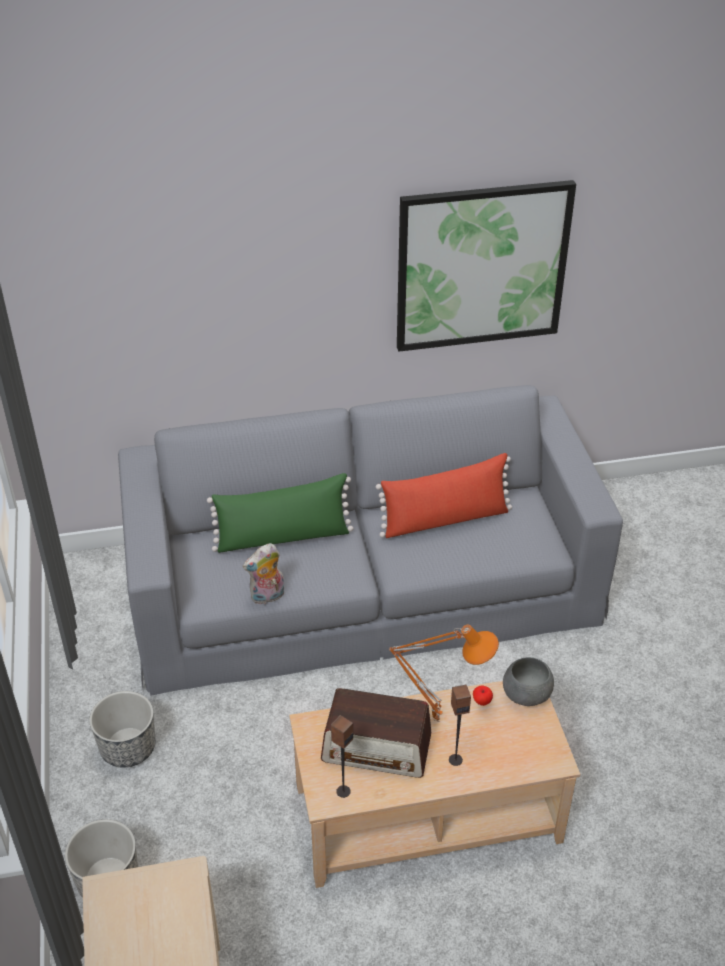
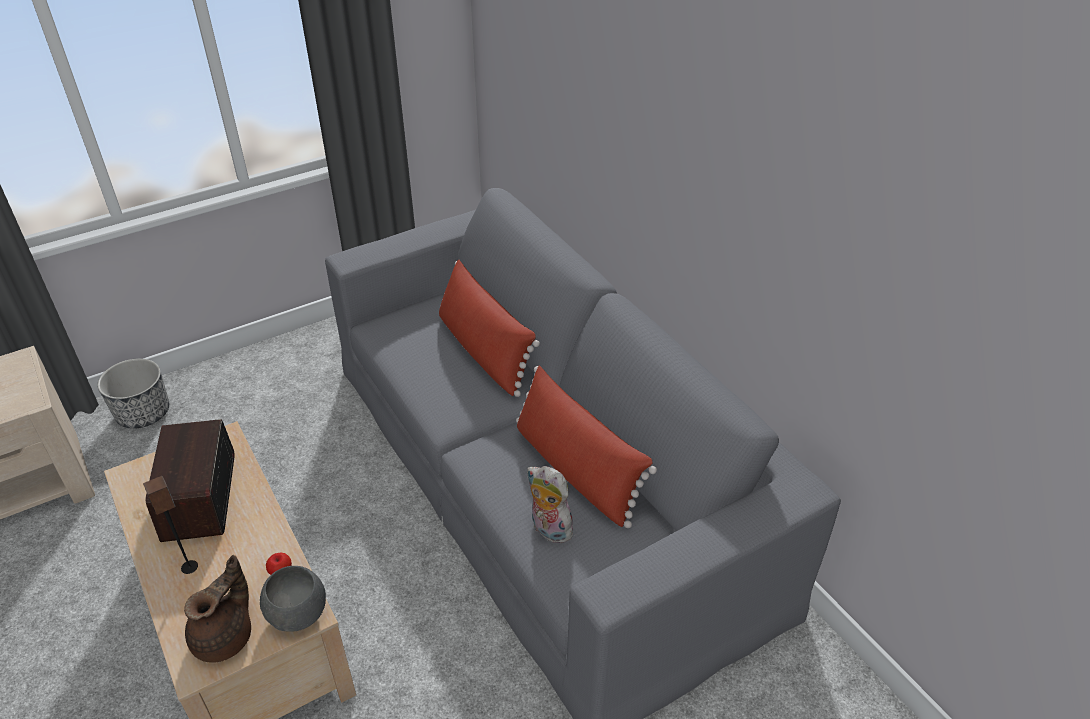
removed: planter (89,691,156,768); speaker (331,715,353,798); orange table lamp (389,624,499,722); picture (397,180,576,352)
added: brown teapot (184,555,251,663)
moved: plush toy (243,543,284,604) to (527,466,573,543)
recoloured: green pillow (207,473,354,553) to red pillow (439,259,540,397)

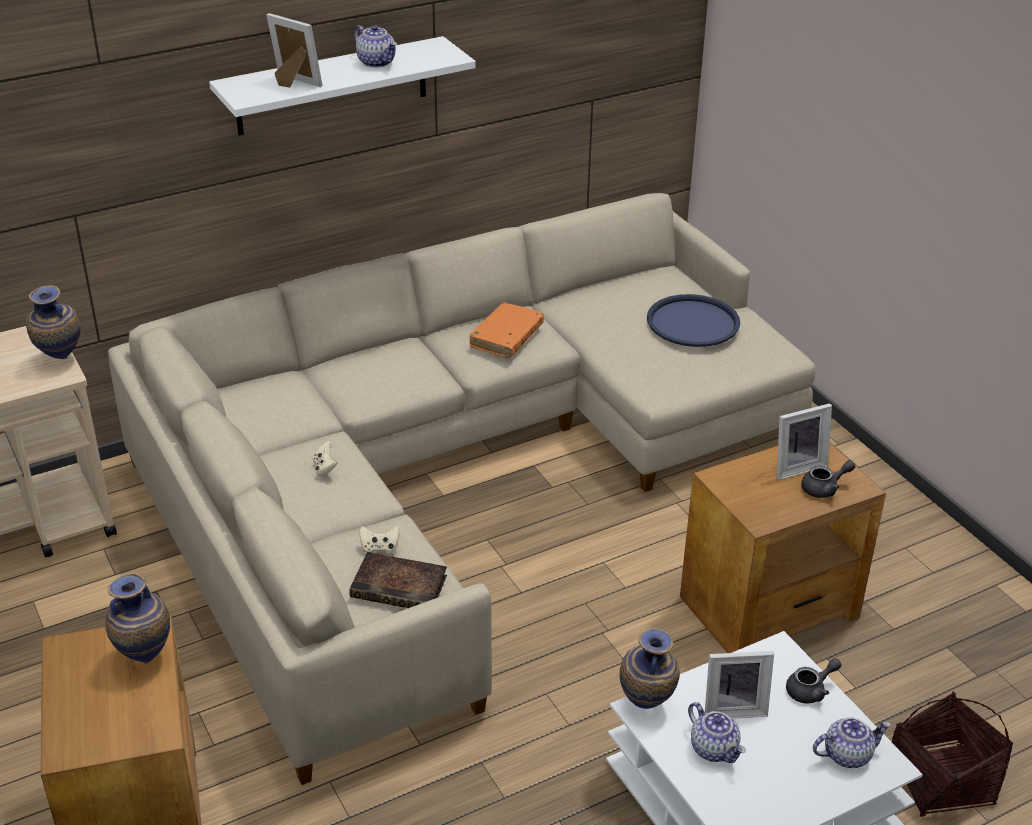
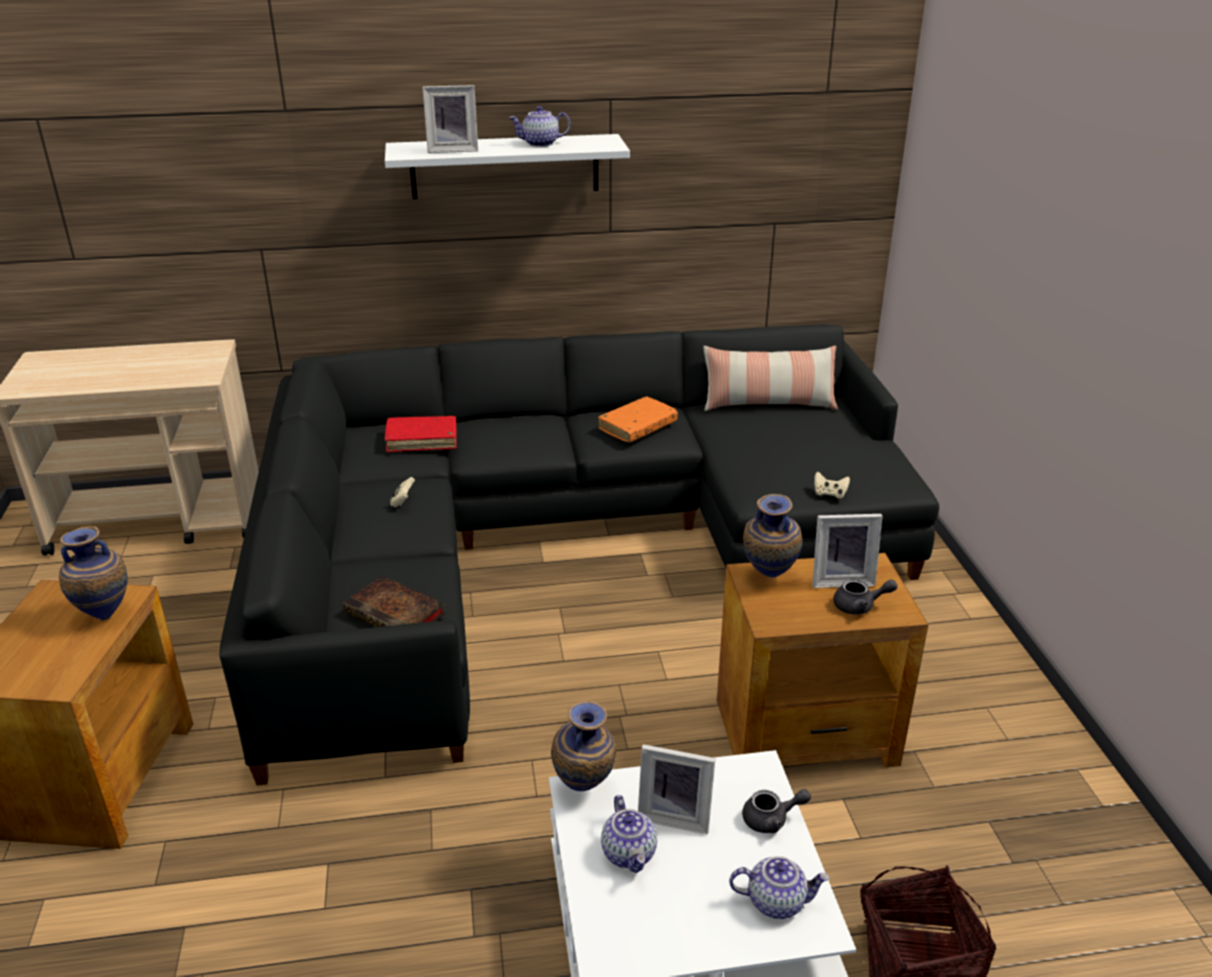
removed: blue tray (647,294,740,347)
added: red book (385,416,457,452); pillow (703,345,837,411)
moved: vase (26,285,81,359) to (743,494,803,578); beige game controller (359,526,400,553) to (814,472,850,499)
recoloured: beige sofa (108,193,816,785) to black sofa (220,324,939,786)
turned: picture frame (266,13,322,88) = (422,85,478,153) 120 degrees clockwise; teapot (354,25,397,68) = (509,106,571,147) 105 degrees clockwise

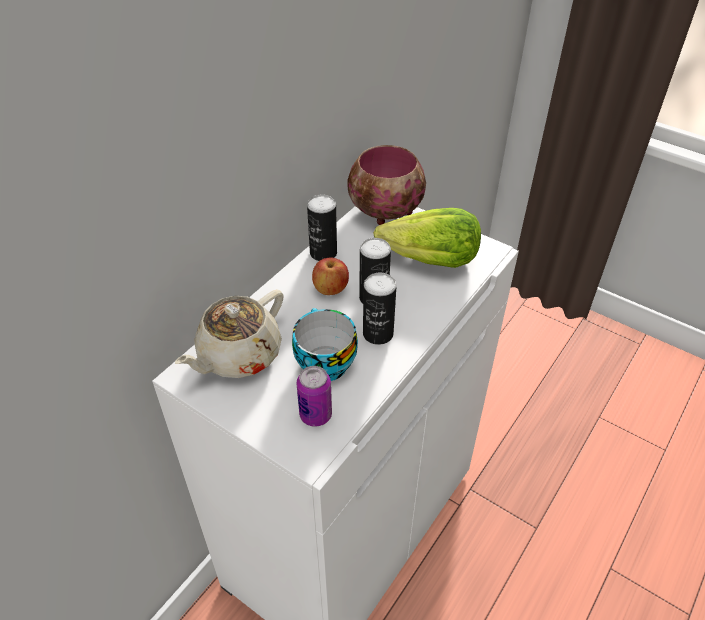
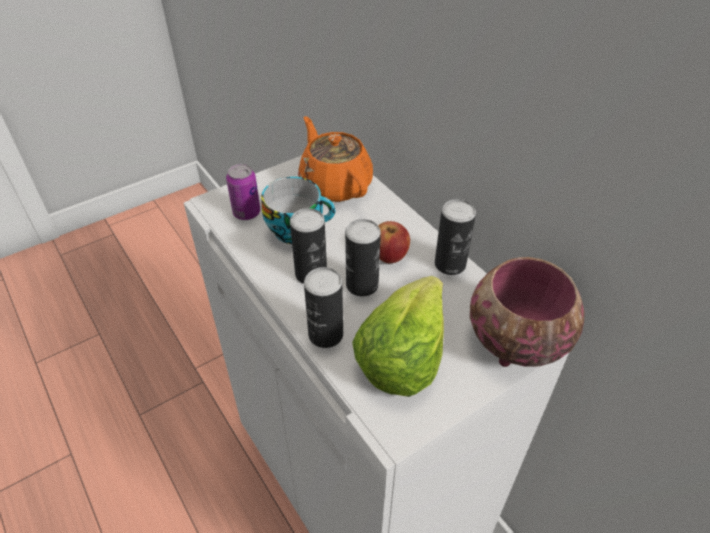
added: can (304,267,343,348)
recoloured: beige teapot (175,289,284,378) to orange teapot (298,116,373,202)

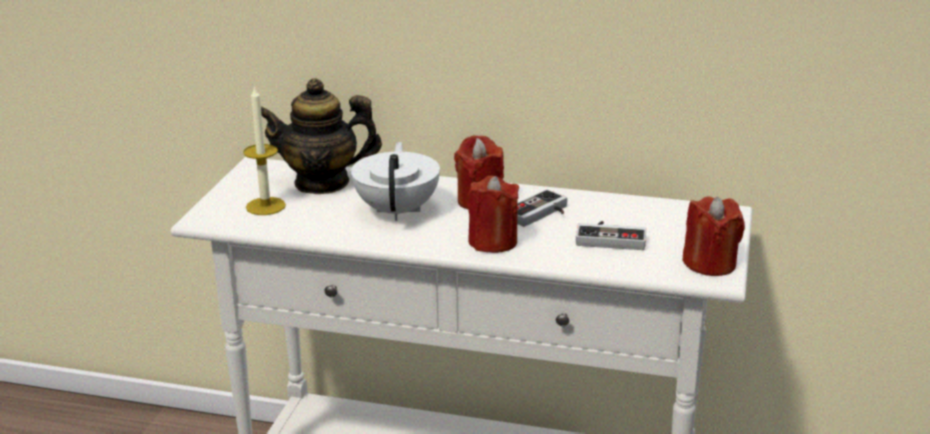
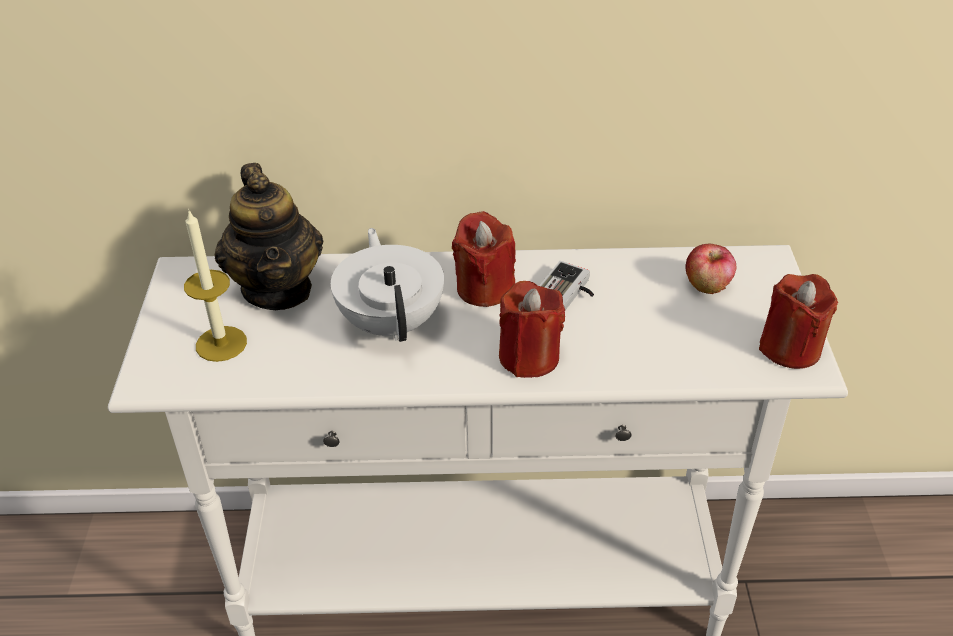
removed: game controller (576,221,646,250)
added: apple (685,244,737,294)
turned: teapot (261,78,382,194) = (215,163,323,310) 90 degrees counterclockwise

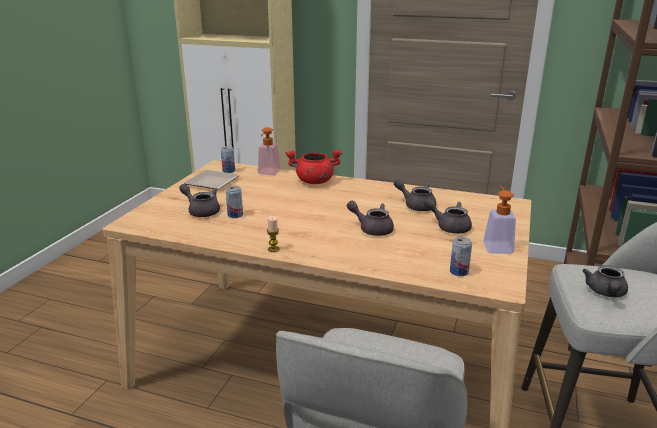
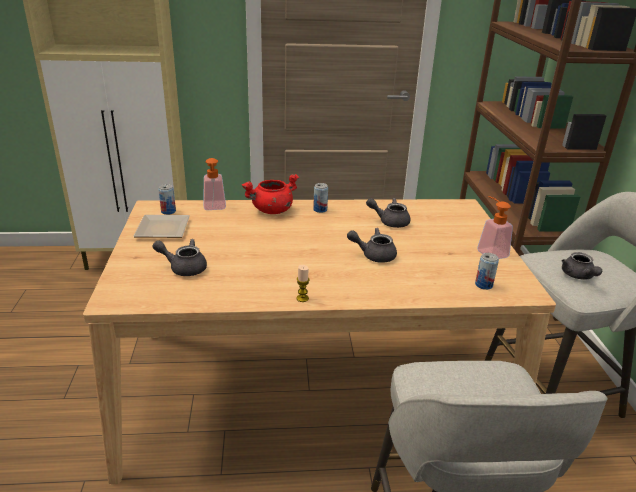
removed: grey teapot (424,198,472,234)
moved: can (226,186,243,218) to (313,183,328,213)

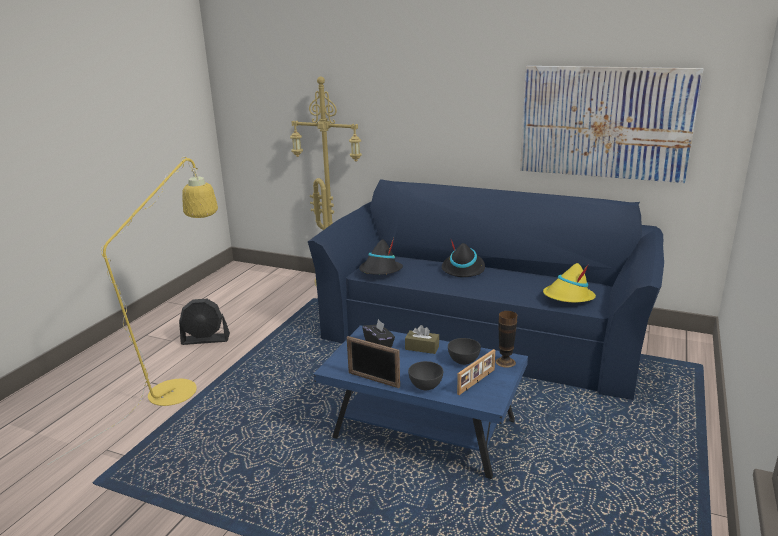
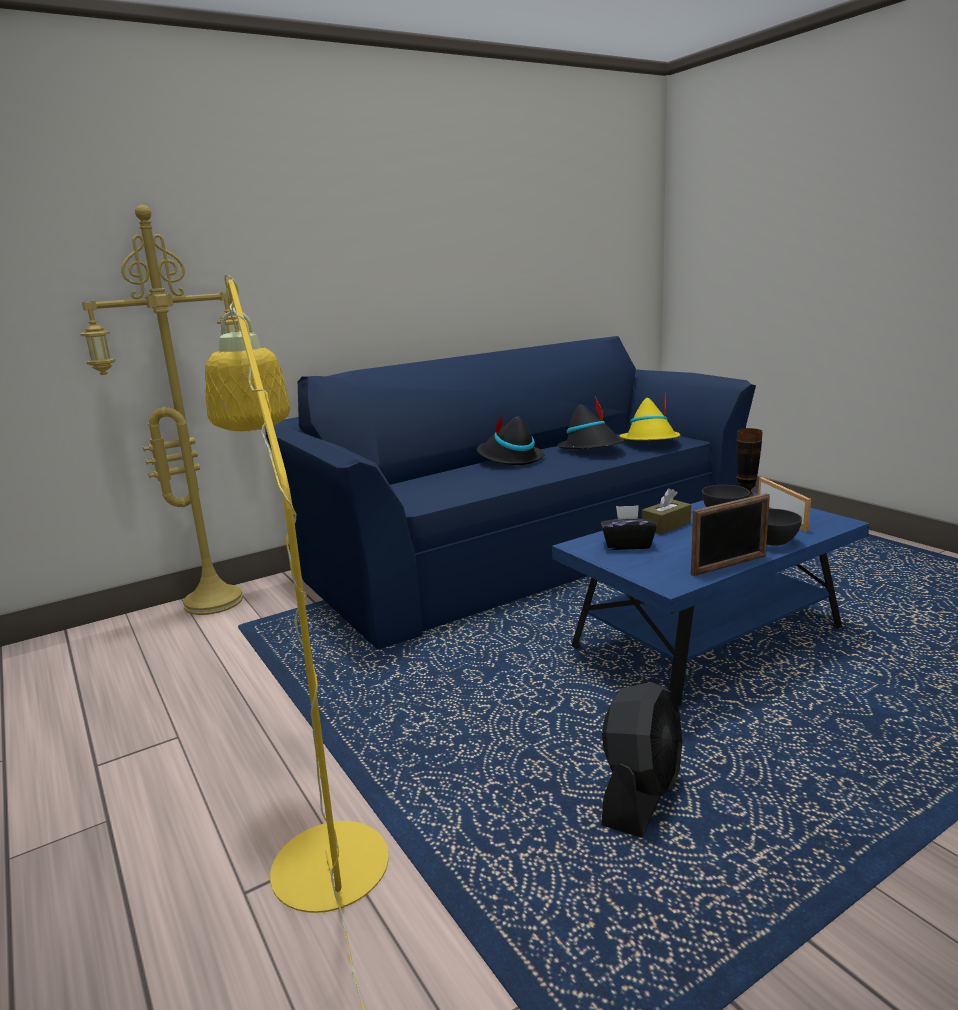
removed: picture (520,66,703,183)
moved: black hat (359,238,403,275) to (558,397,624,449); black fan (179,299,230,345) to (601,682,682,838)

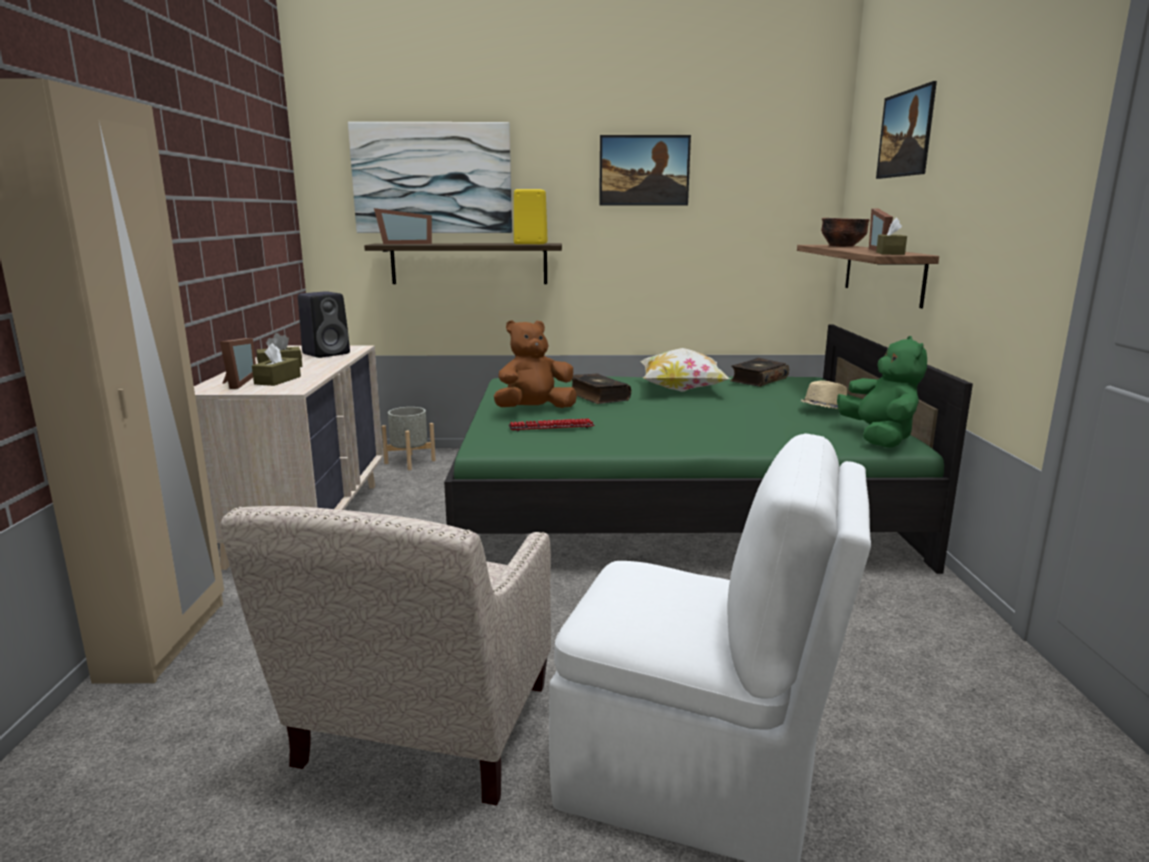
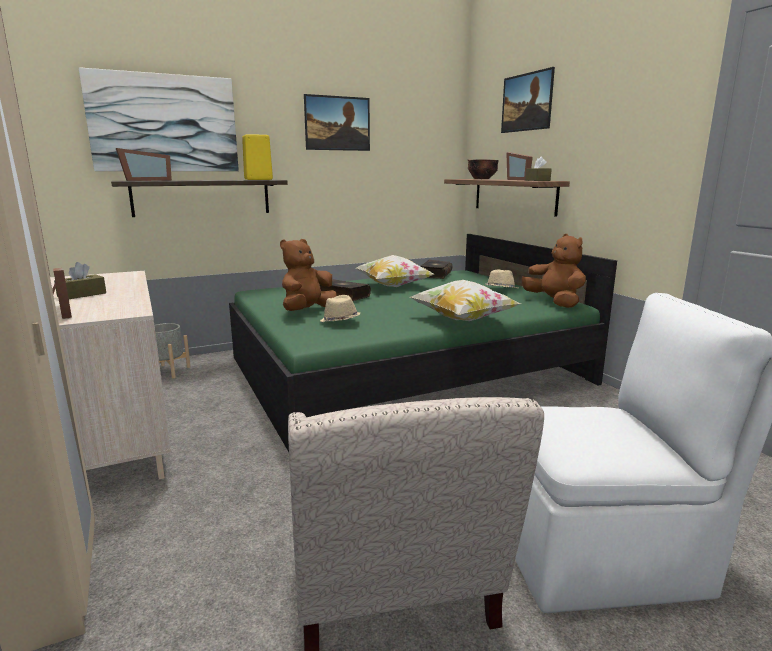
removed: brown tissue box (252,343,301,386); black speaker (298,291,350,358)
added: pillow (410,280,522,321)
replaced: keyboard (509,418,594,432) to beige hat (320,295,360,322)
recoloured: green plush toy (837,336,927,448) to brown plush toy (522,234,586,308)

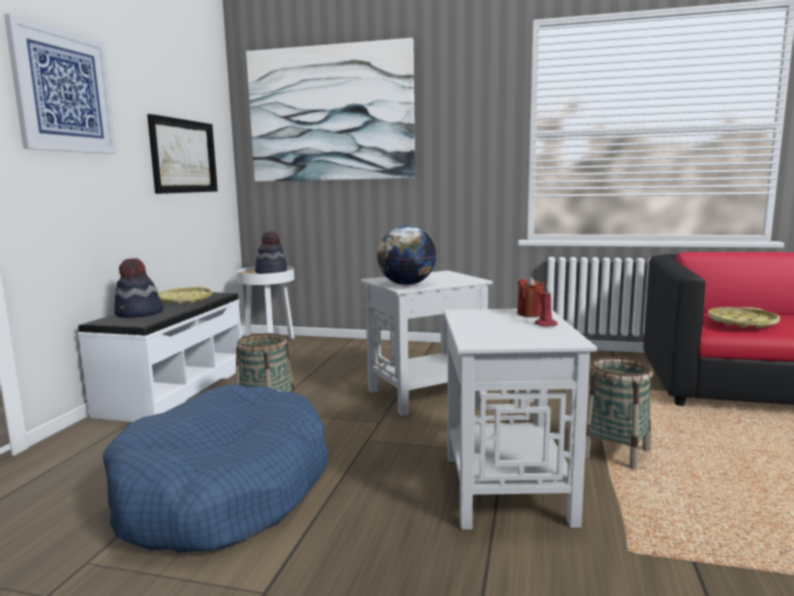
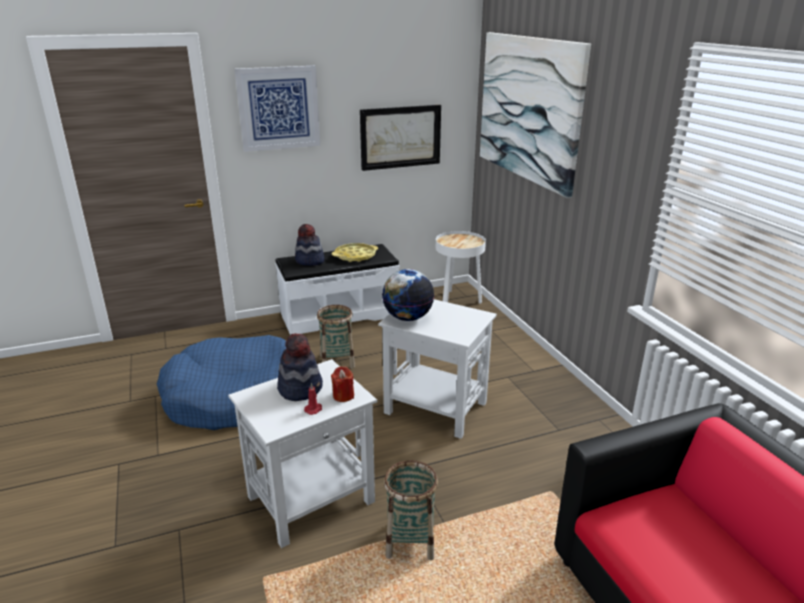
removed: yellow tray (708,307,780,328)
moved: hat (255,231,287,274) to (277,333,323,401)

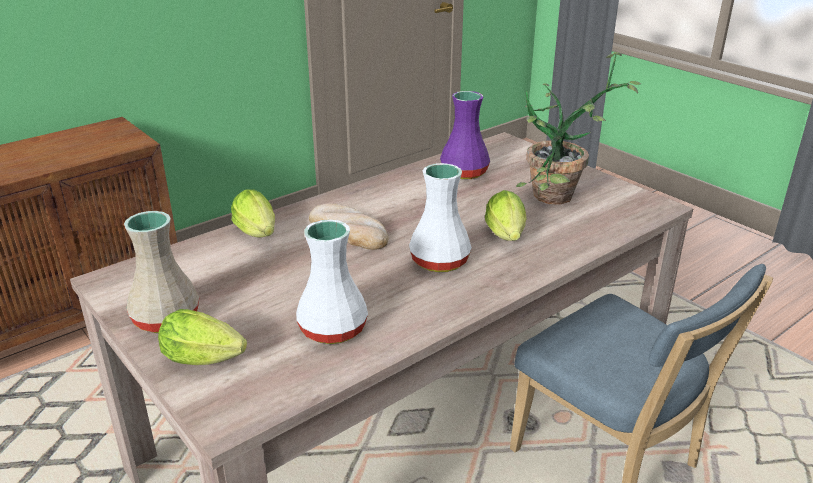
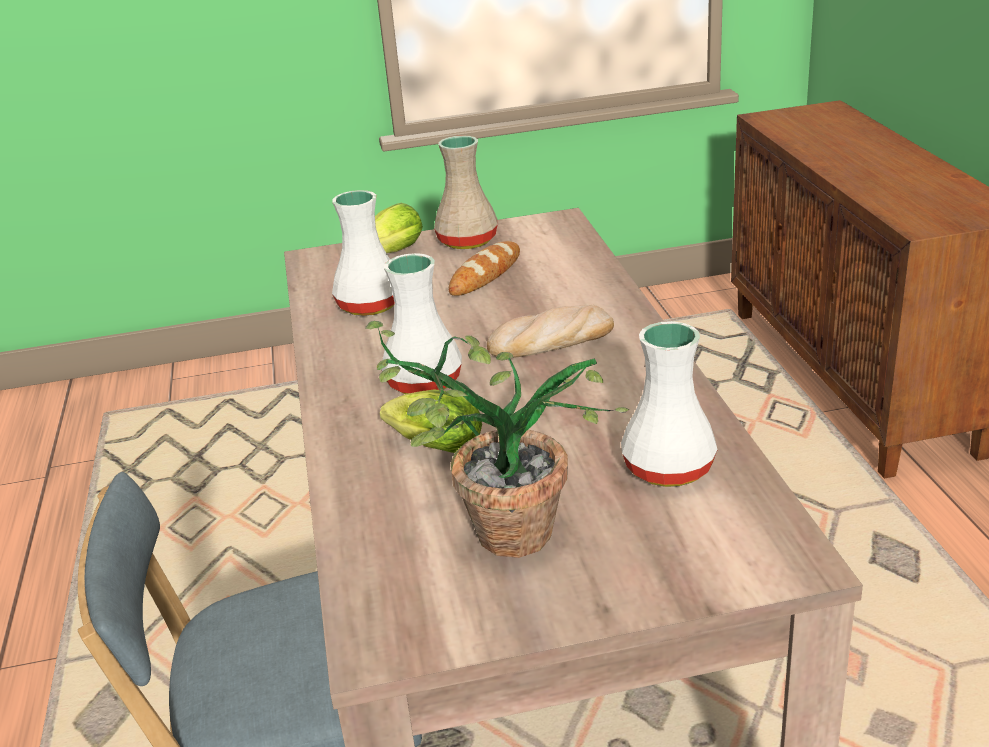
removed: lettuce (231,189,275,237)
added: bread (449,241,520,296)
recoloured: purple vase (440,91,490,179) to white vase (621,321,718,487)

